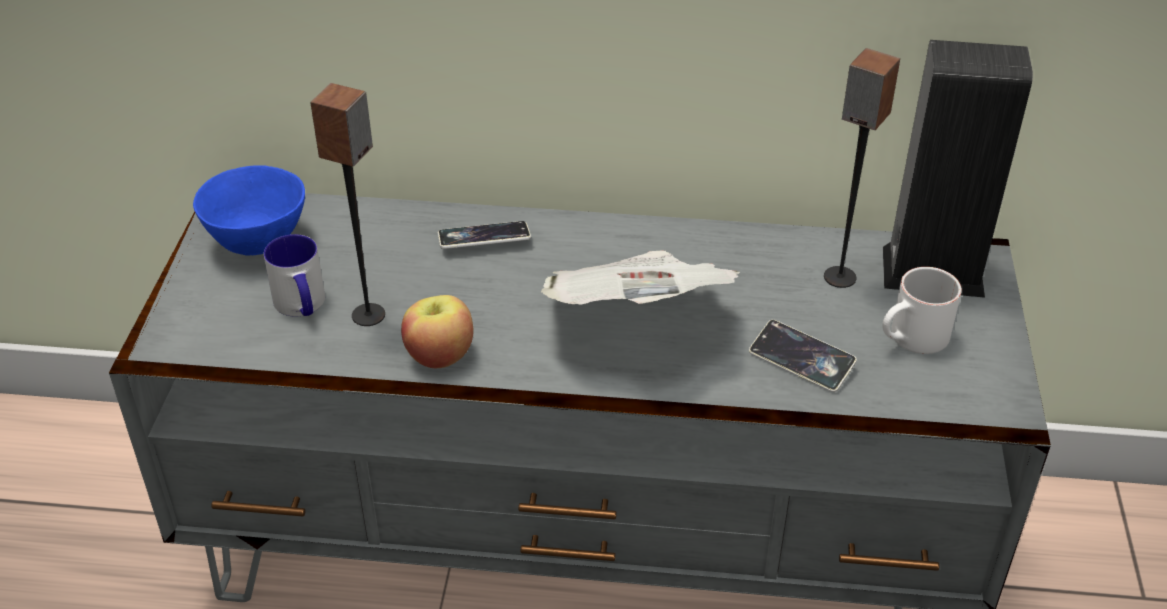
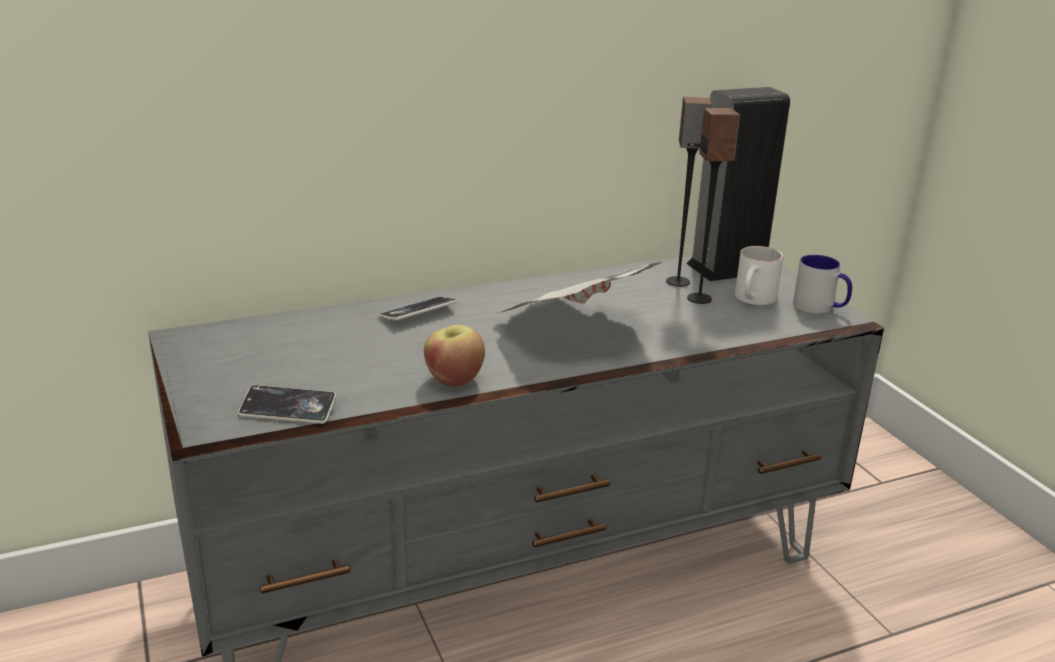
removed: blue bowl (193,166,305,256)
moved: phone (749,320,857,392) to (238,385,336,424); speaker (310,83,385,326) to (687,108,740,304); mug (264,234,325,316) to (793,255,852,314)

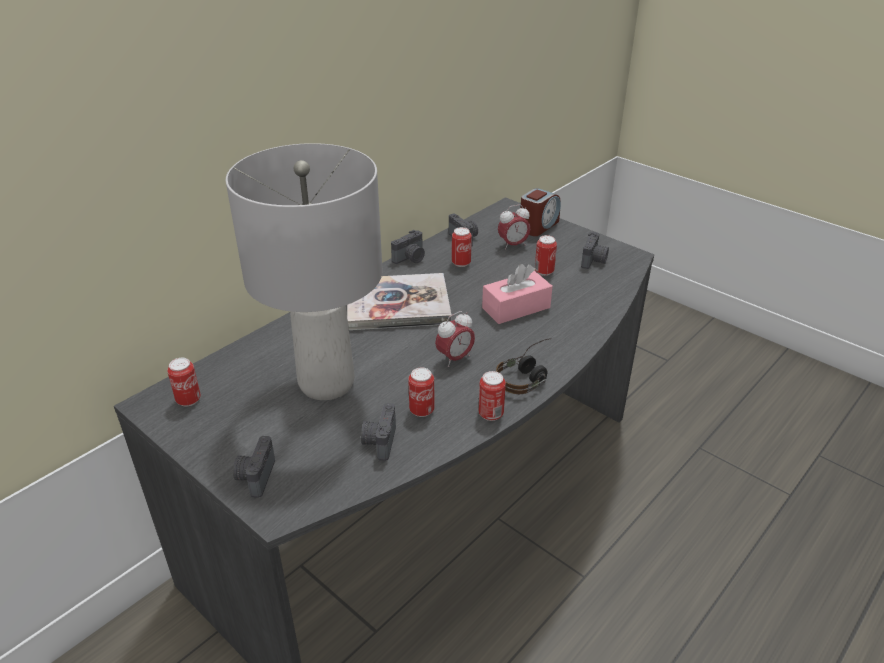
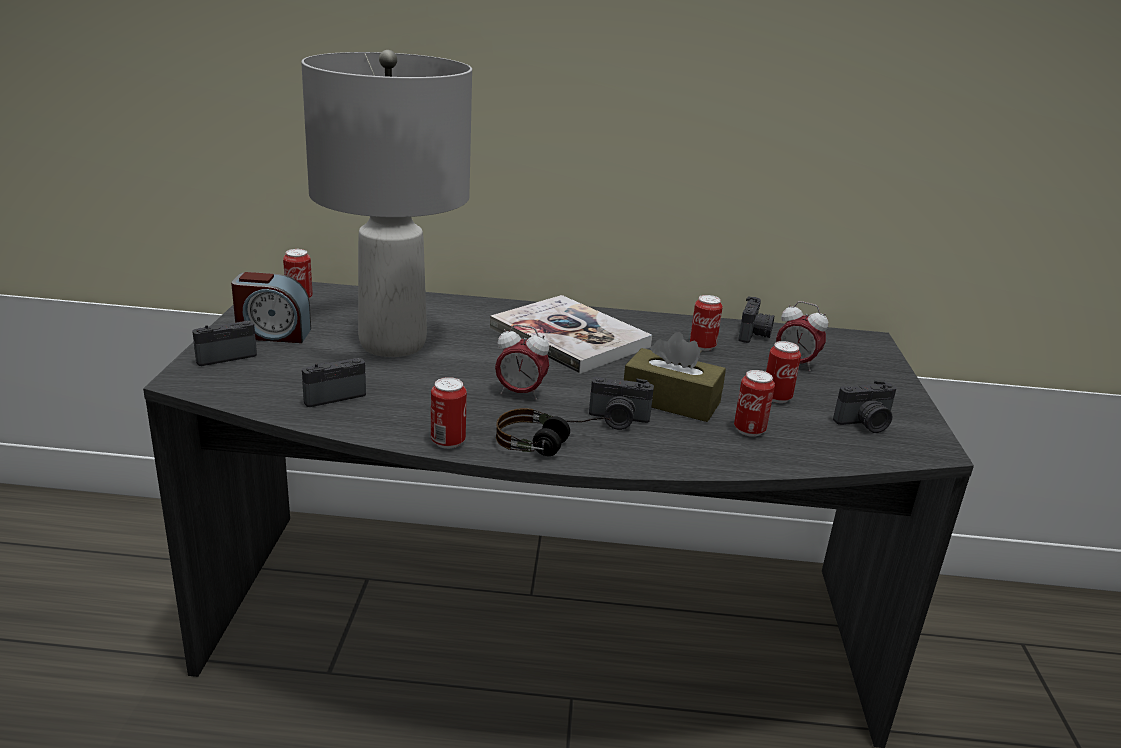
moved: alarm clock (521,188,561,236) to (231,272,311,343); photo camera (391,230,425,264) to (589,377,654,430); can (408,367,435,417) to (734,370,775,437)
recoloured: pink tissue box (482,264,553,324) to brown tissue box (624,332,726,422)

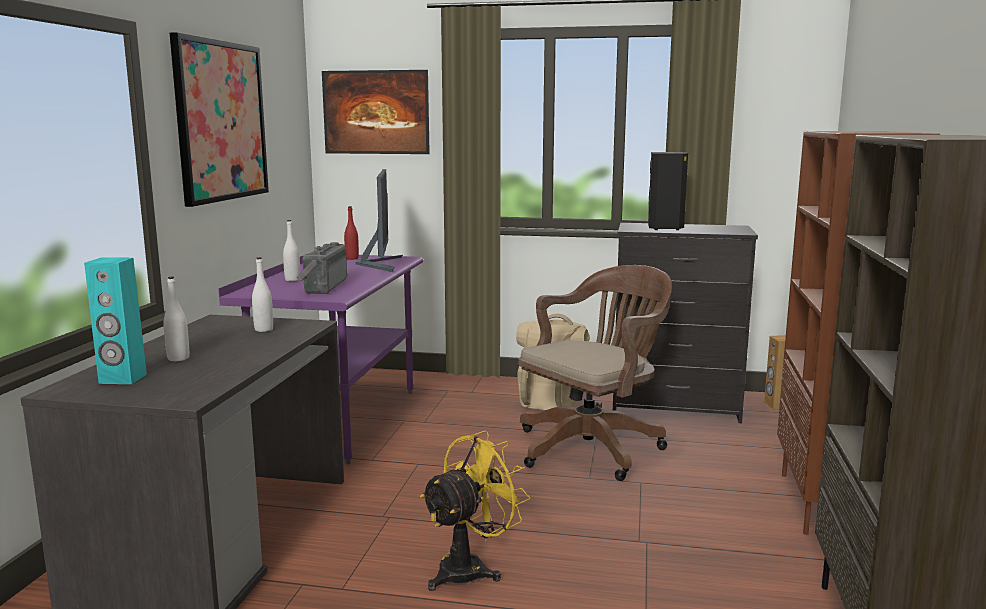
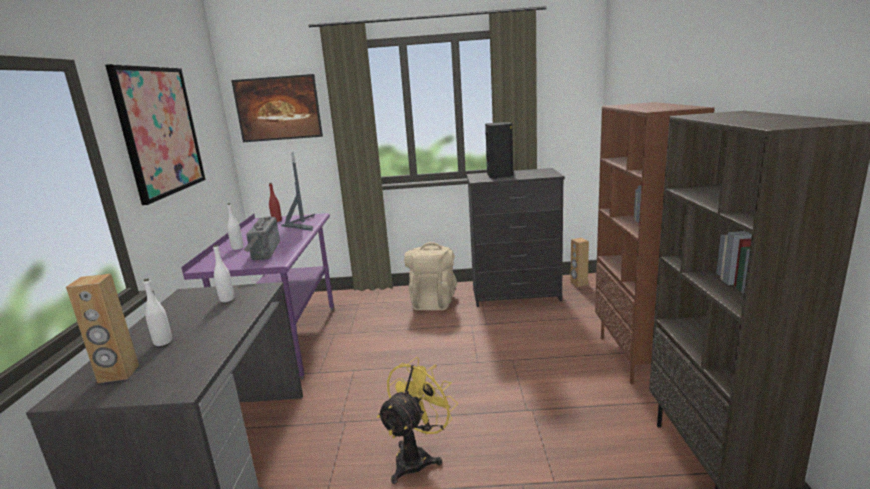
removed: brown office chair (518,265,672,481)
recoloured: turquoise speaker (84,257,147,384) to brown speaker (66,274,139,383)

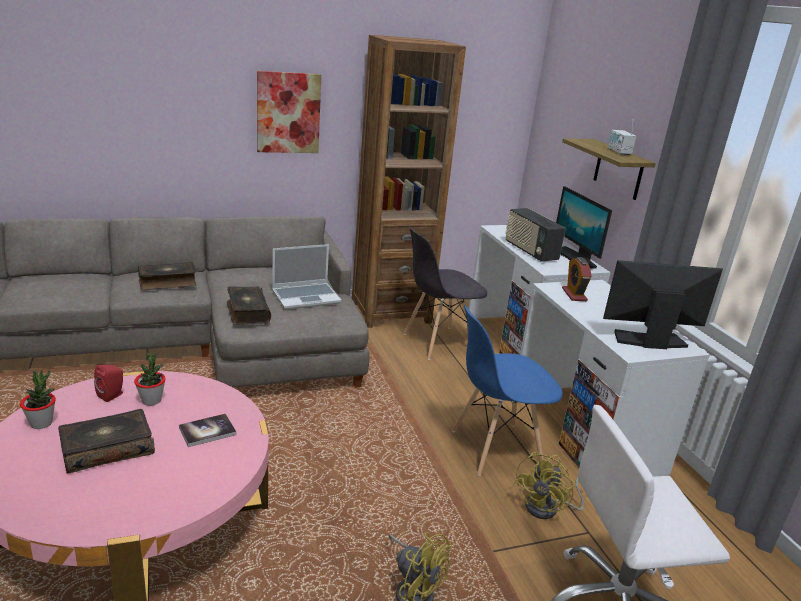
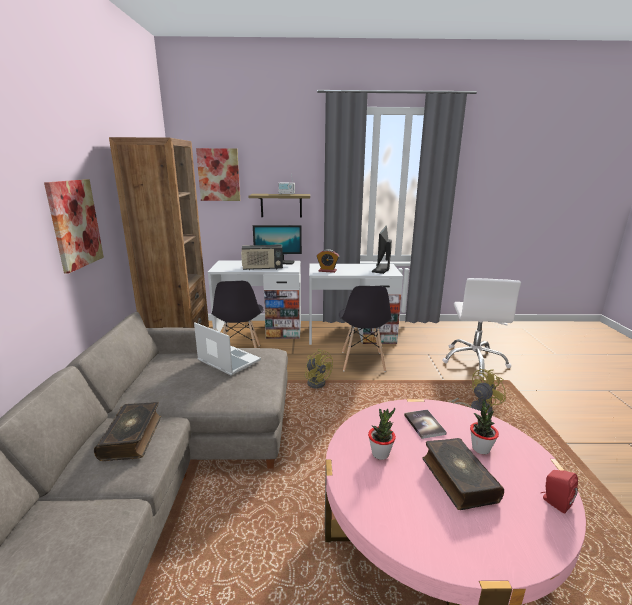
removed: book (227,286,271,325)
added: picture (196,148,240,201)
moved: yellow fan (514,452,588,519) to (304,349,333,389); potted plant (20,370,56,429) to (470,399,499,455); red speaker (94,364,123,402) to (540,470,578,514)
recoloured: blue chair (452,305,563,476) to grey chair (339,286,392,372)
turned: laptop (272,244,342,310) = (194,322,261,375) 45 degrees counterclockwise

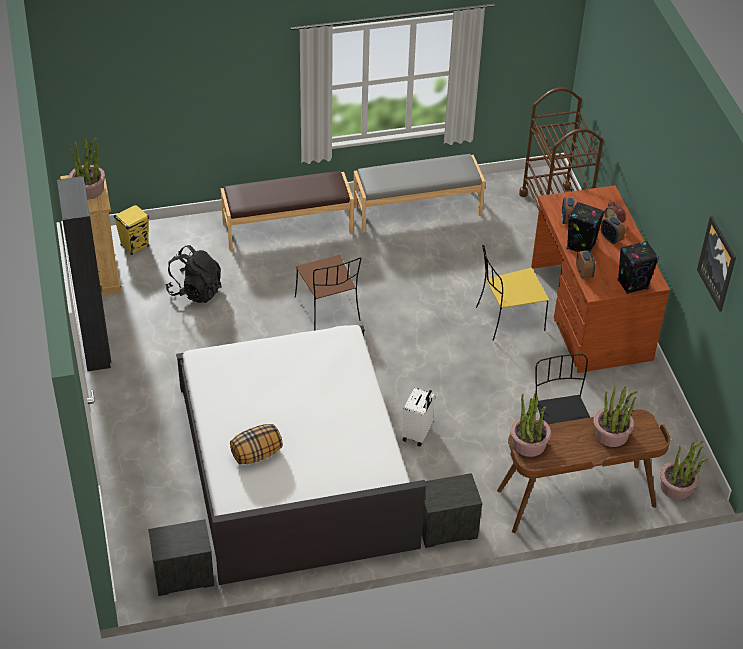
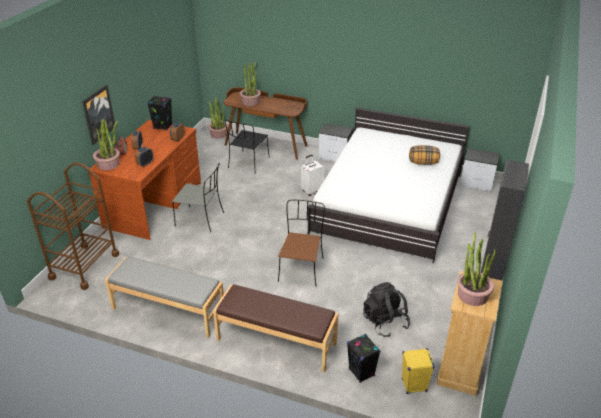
moved: picture (697,216,736,311) to (82,85,116,145); potted plant (510,393,551,457) to (93,119,120,170); black speaker (566,202,605,252) to (347,334,380,383)
recoloured: yellow chair (476,245,549,341) to grey chair (172,163,224,232)

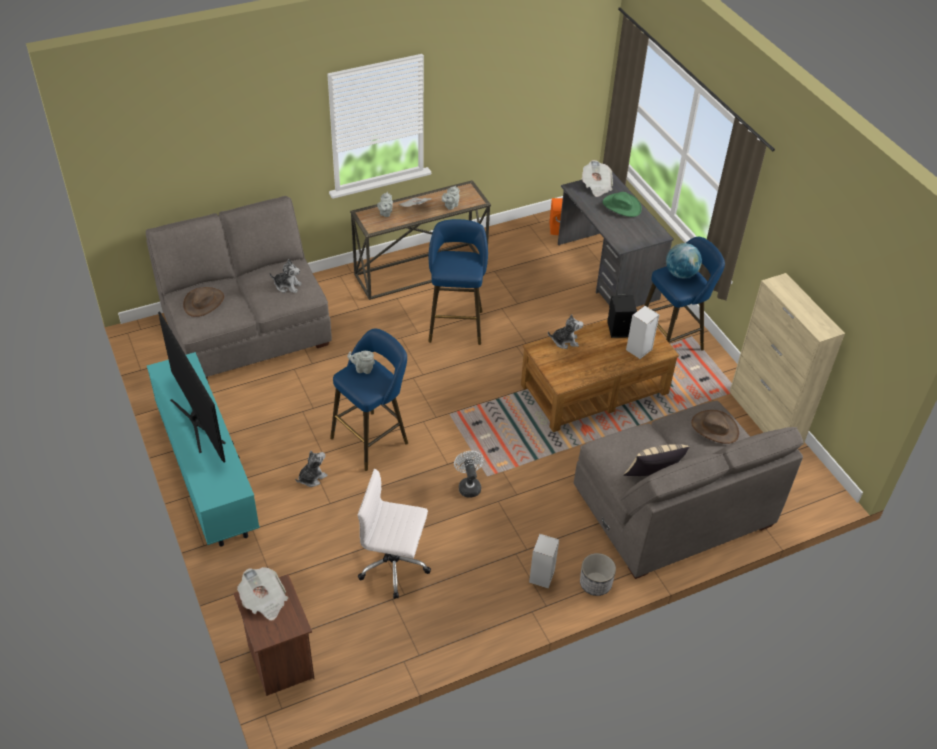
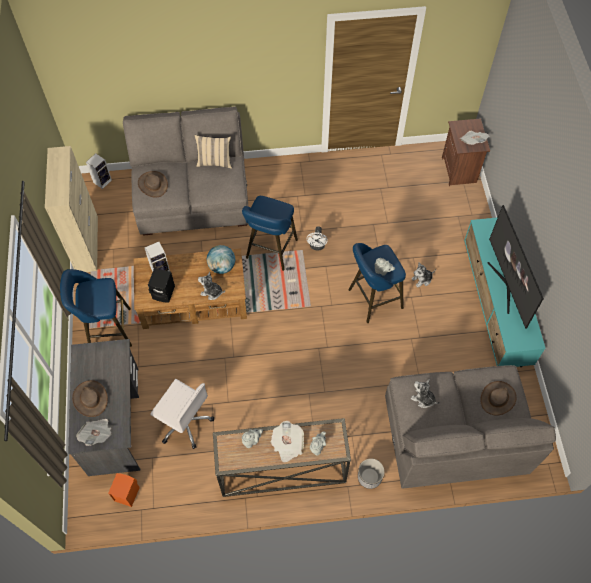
moved: speaker (529,534,559,589) to (86,153,112,189); white office chair (358,469,431,599) to (150,379,214,449); globe (666,243,702,278) to (207,245,235,274); blue stool (428,219,488,345) to (242,196,298,271); planter (580,553,616,596) to (358,458,385,489)
recoloured: green hat (603,192,642,217) to brown hat (72,380,108,417)

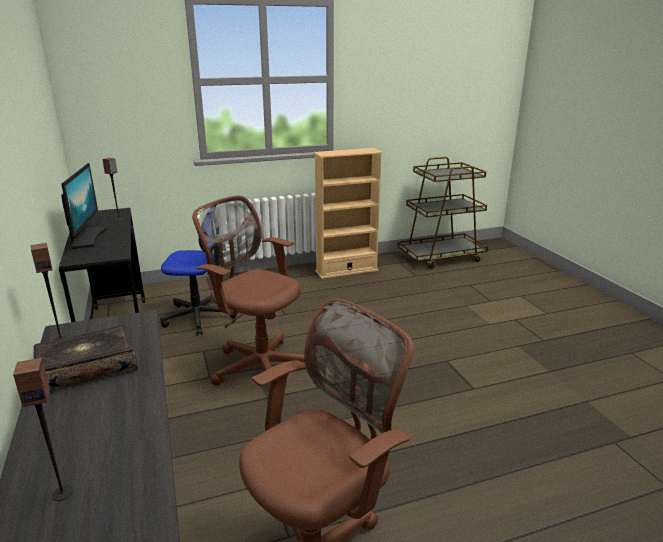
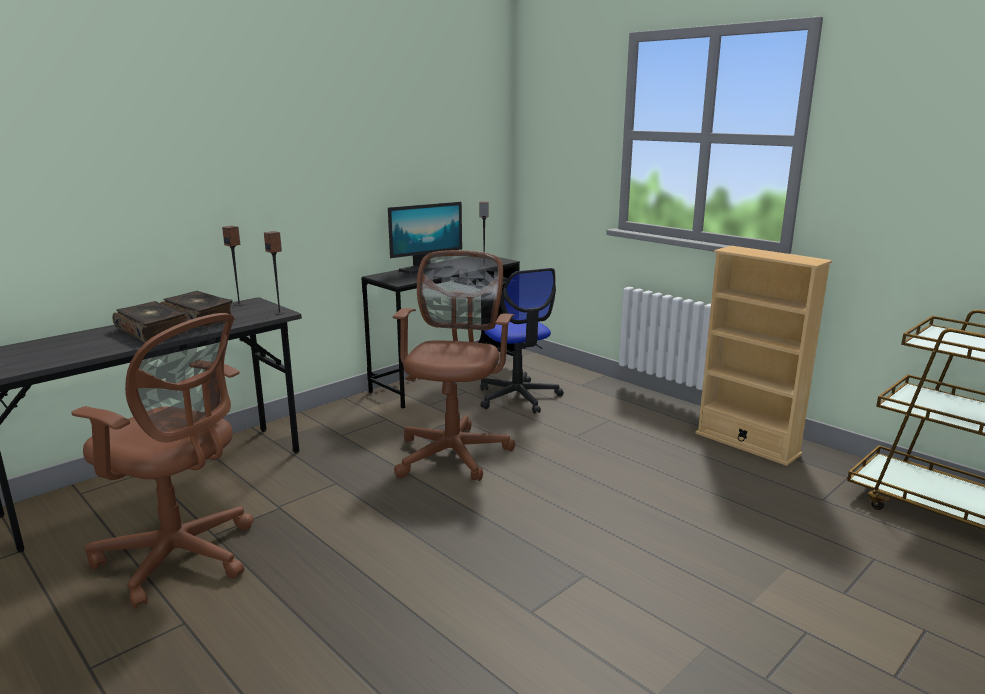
added: book (113,301,185,343)
moved: speaker (13,358,73,501) to (264,231,285,315)

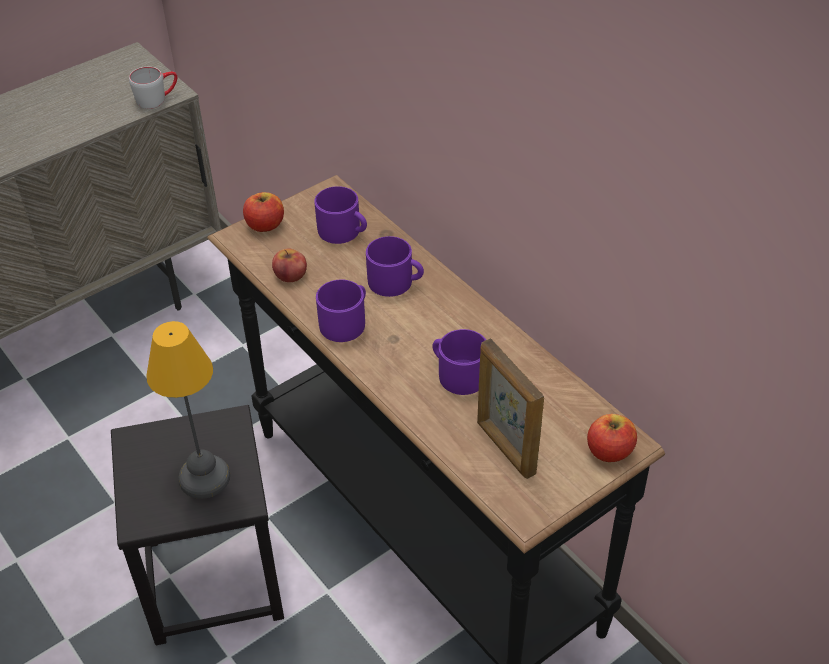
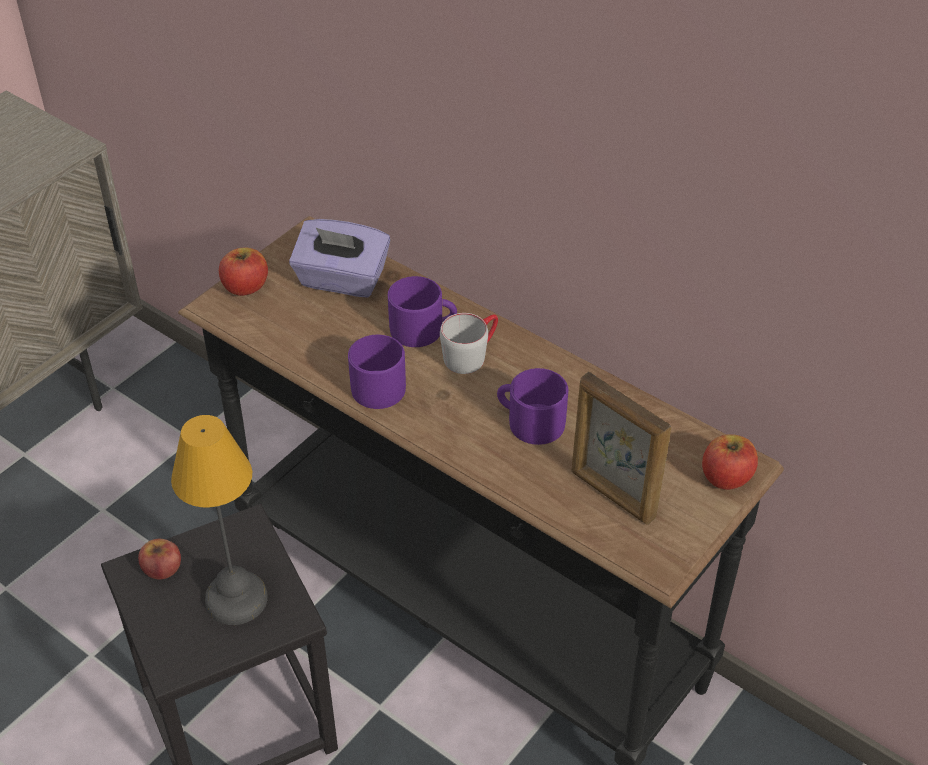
moved: apple (272,249,307,282) to (138,539,181,579); grey mug (129,67,177,109) to (440,313,498,374)
replaced: purple mug (314,186,367,244) to purple tissue box (289,219,391,298)

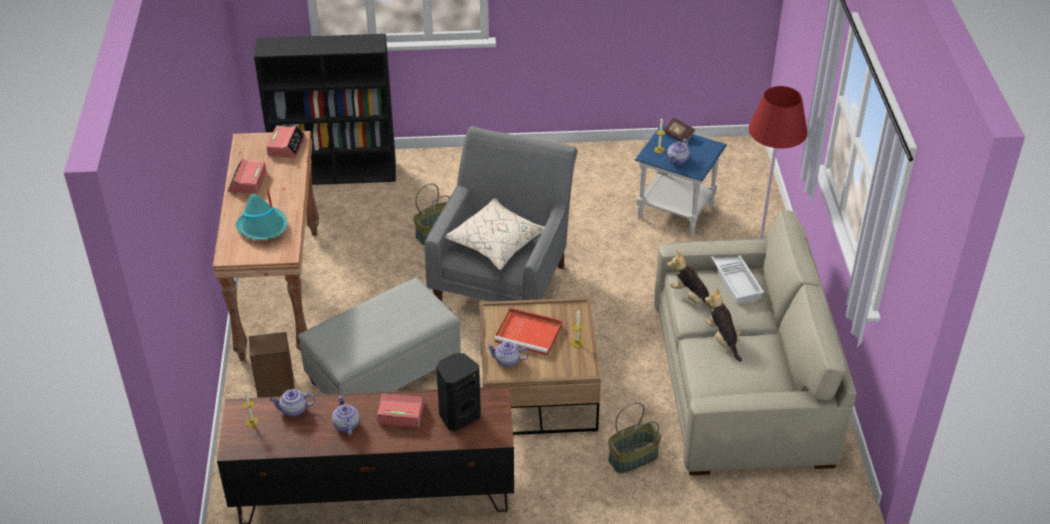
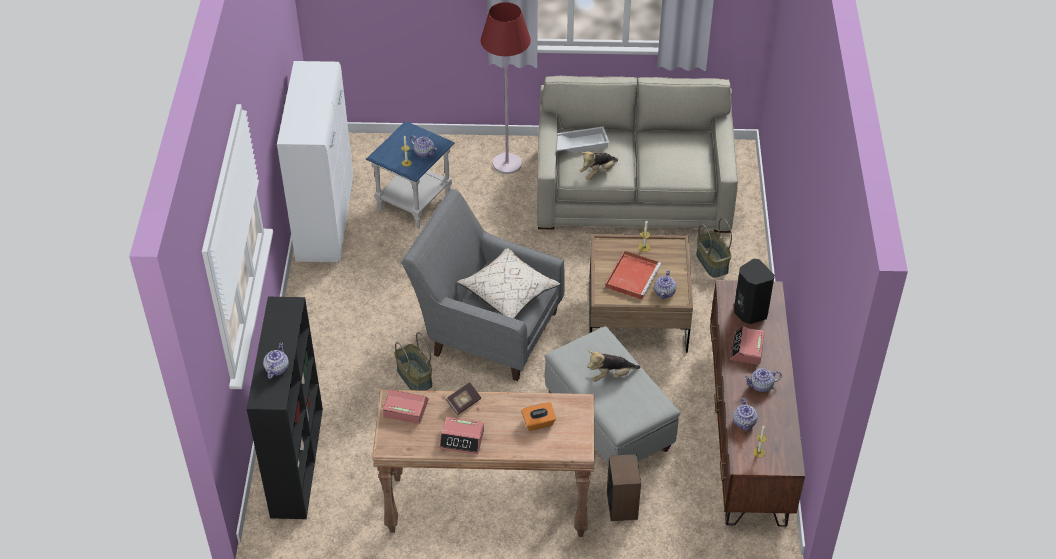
added: teapot (263,342,289,379); white cabinet (277,61,353,262)
moved: book (664,117,695,143) to (446,382,481,415); plush toy (705,288,742,362) to (587,351,640,382)
replaced: turquoise hat (235,187,287,240) to orange tissue box (521,403,556,431)

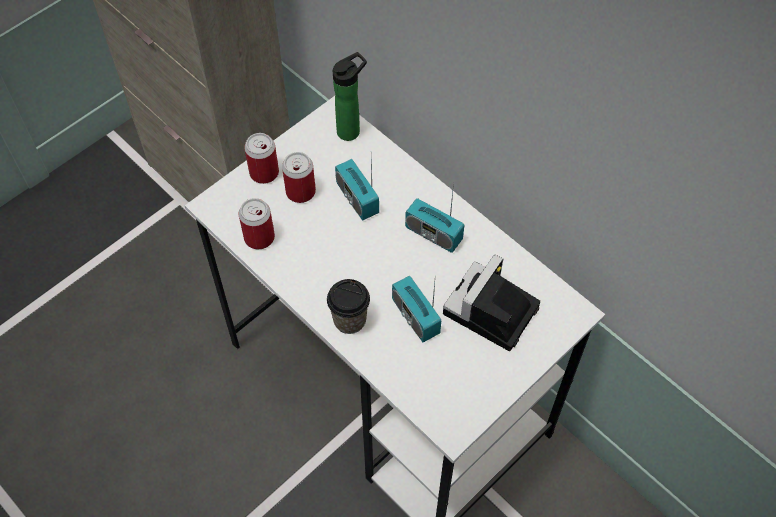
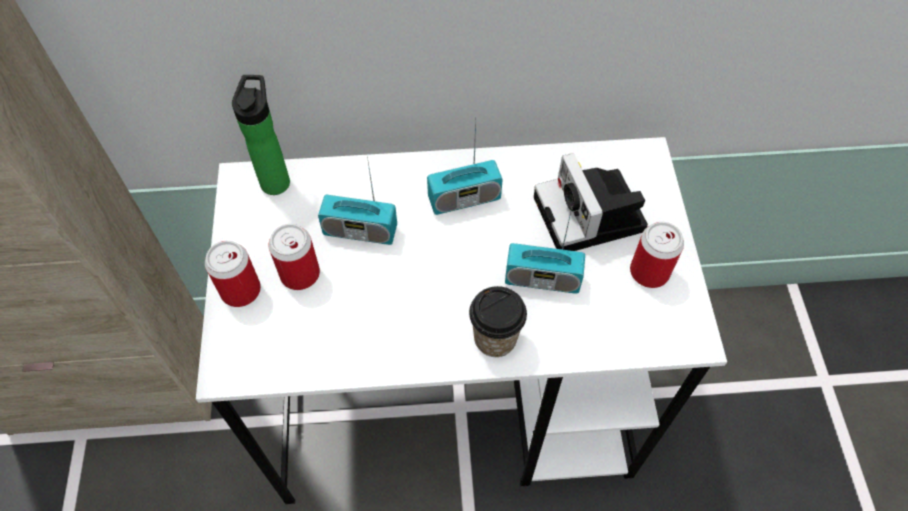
moved: can (239,198,275,249) to (630,222,684,288)

